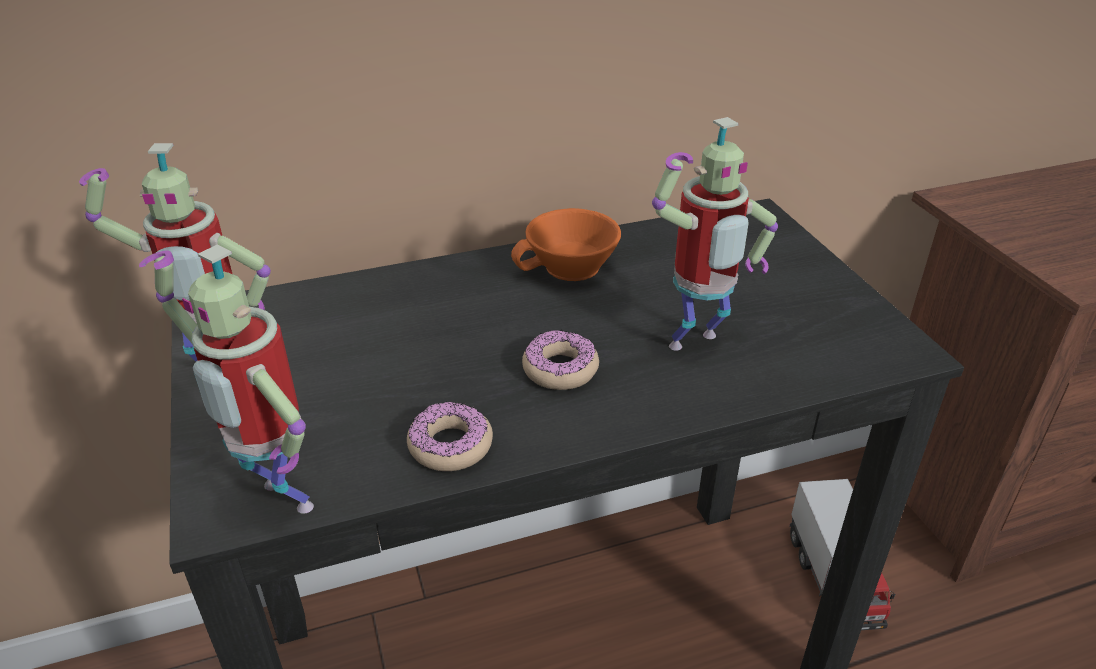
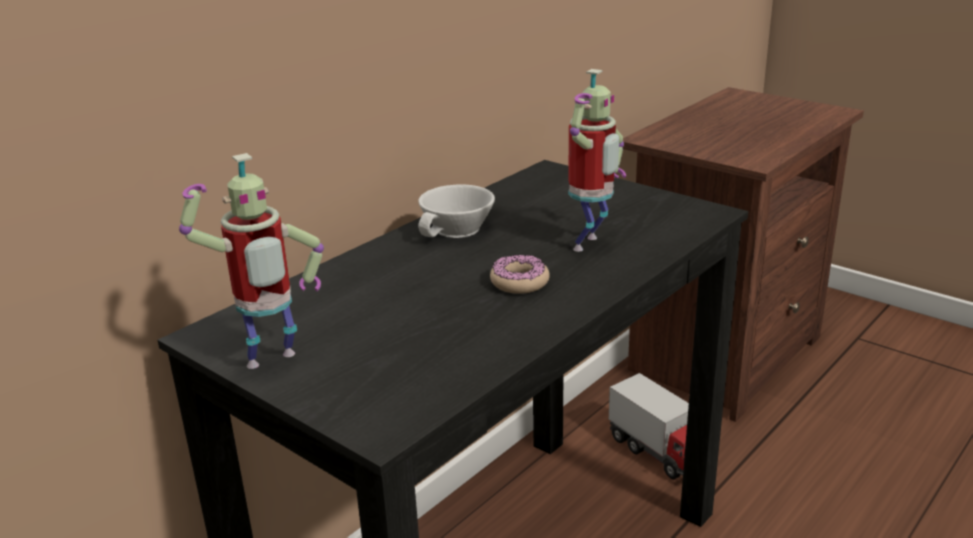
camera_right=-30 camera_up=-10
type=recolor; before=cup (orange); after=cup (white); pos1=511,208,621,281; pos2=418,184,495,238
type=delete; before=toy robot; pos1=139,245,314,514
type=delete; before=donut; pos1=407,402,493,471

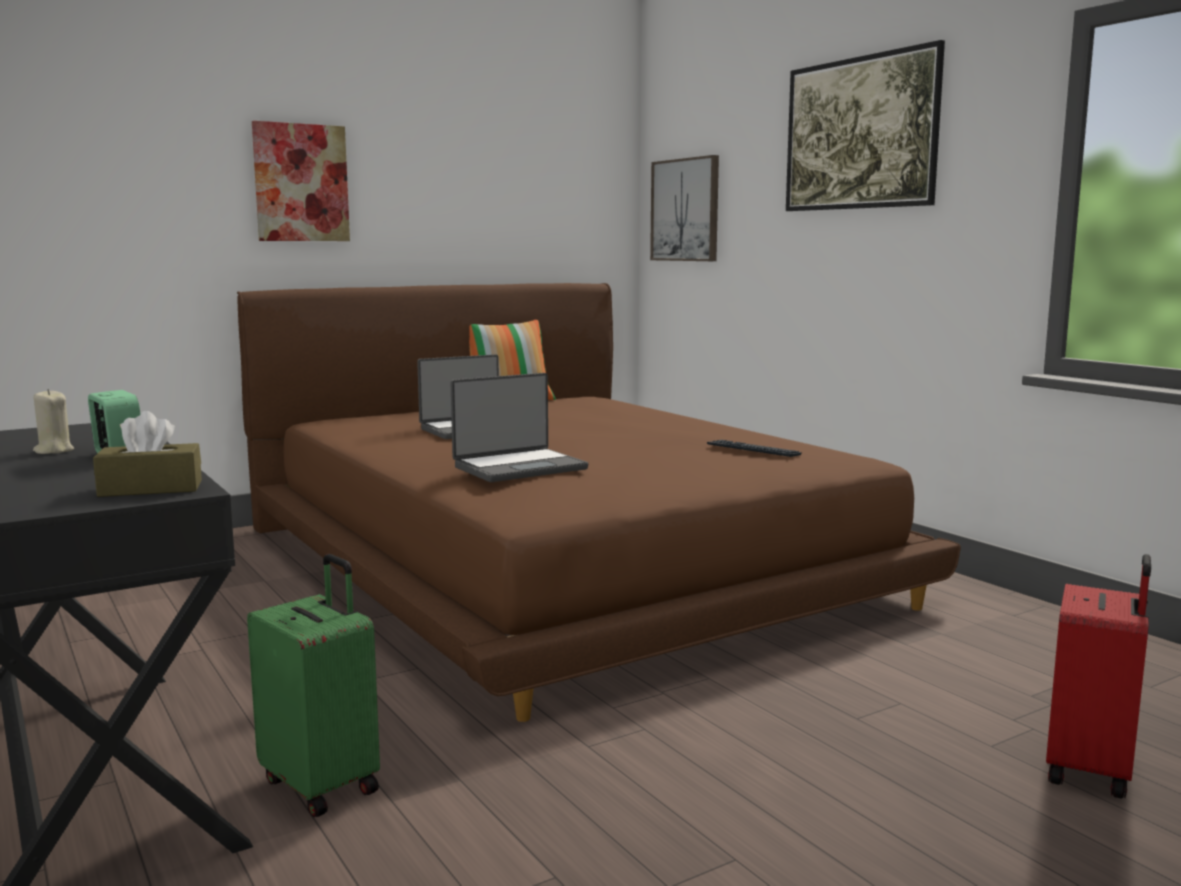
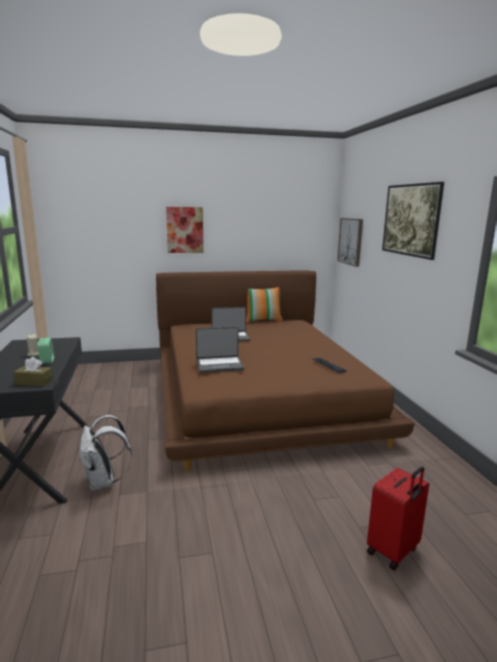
camera_right=20 camera_up=5
type=replace; before=suitcase (green); after=backpack (white); pos1=247,554,380,817; pos2=79,415,132,491

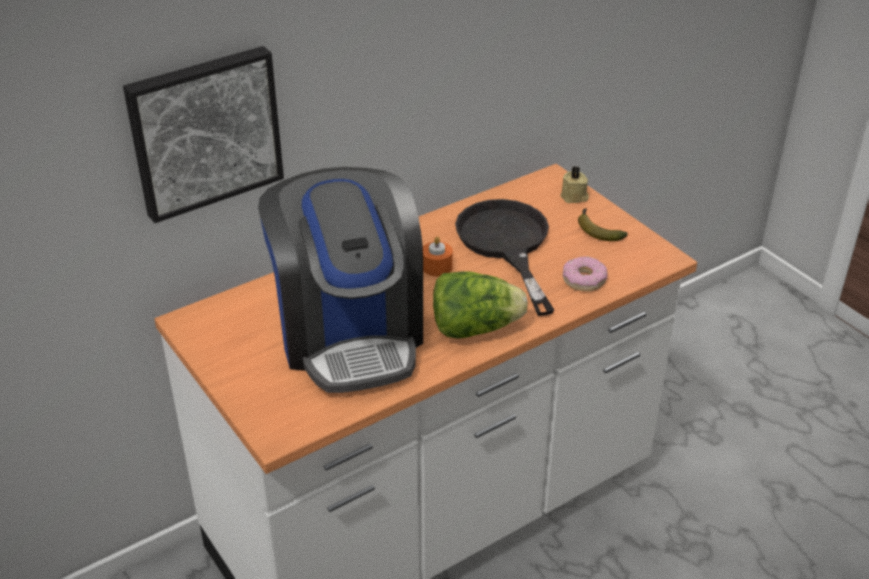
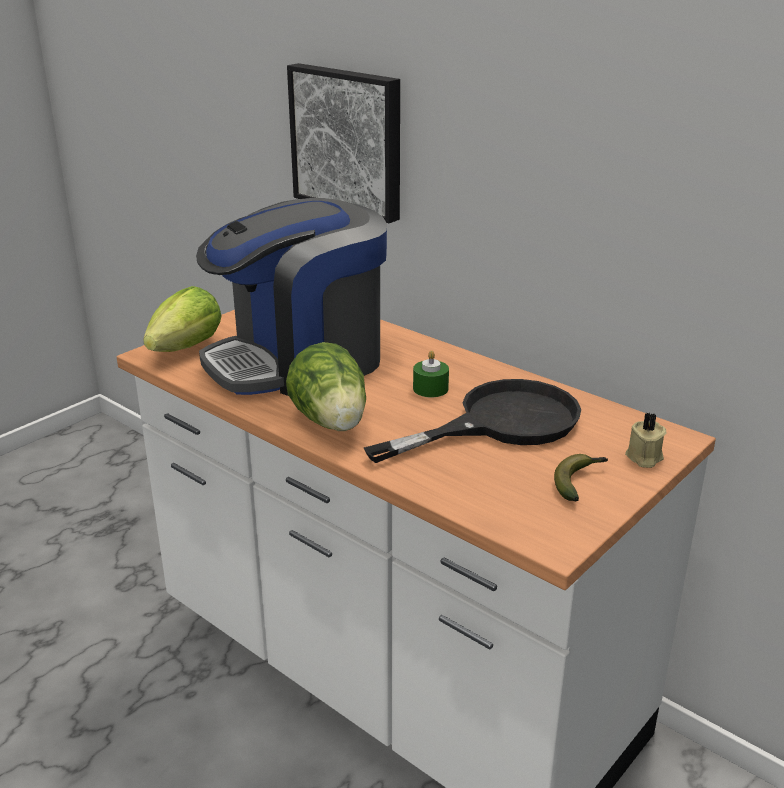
camera_right=75 camera_up=-10
type=recolor; before=candle (orange); after=candle (green); pos1=423,236,453,276; pos2=413,350,449,397
type=delete; before=donut; pos1=563,256,608,291
type=insert; after=lettuce; pos2=143,286,222,352

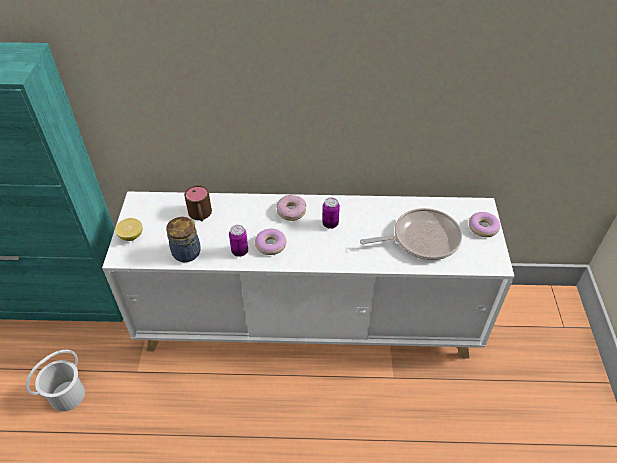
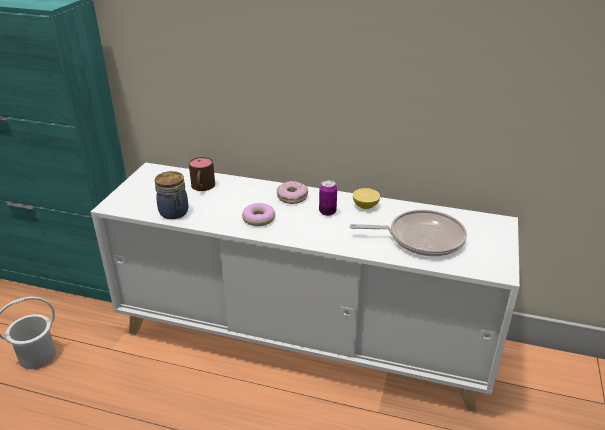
camera_right=15 camera_up=-15
type=delete; before=donut; pos1=469,212,500,237
type=move; before=lemon; pos1=115,218,143,241; pos2=353,188,380,209
type=delete; before=can; pos1=229,225,248,257

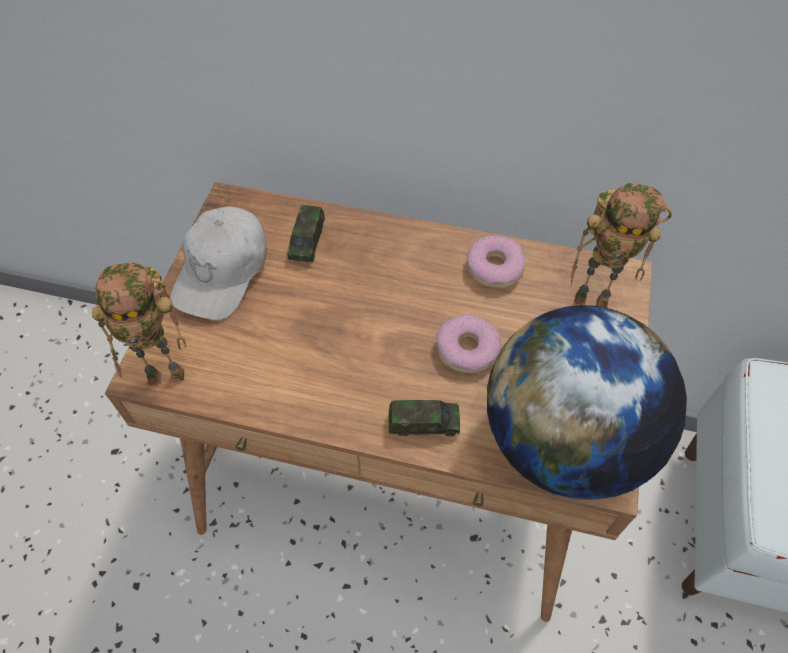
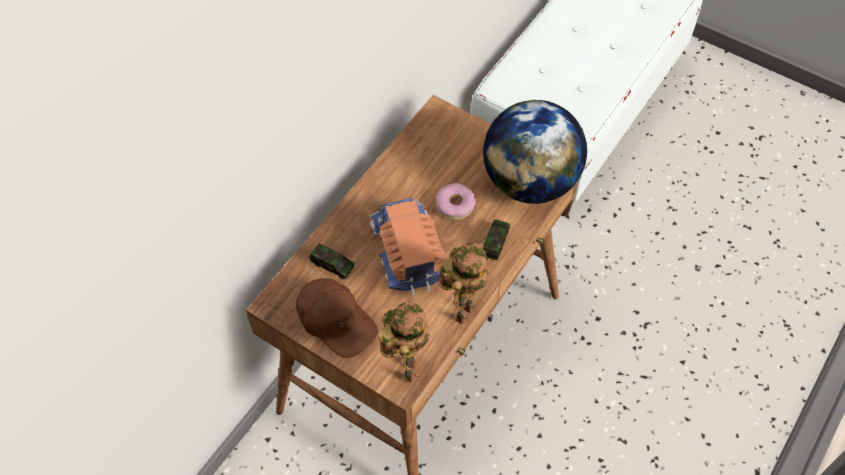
camera_right=-70 camera_up=0
type=move; before=toy robot; pos1=571,183,672,308; pos2=439,243,488,324
type=recolor; before=cap (white); after=cap (brown); pos1=170,206,267,320; pos2=296,278,378,358
type=delete; before=donut; pos1=467,235,526,289
type=insert; after=toy truck; pos2=369,198,445,296

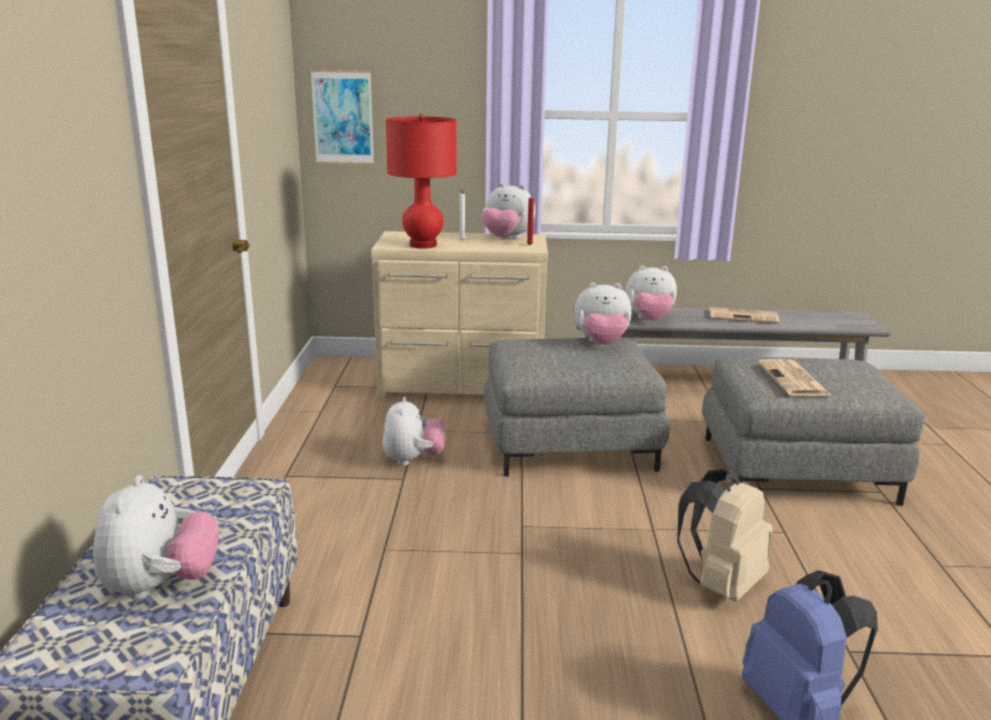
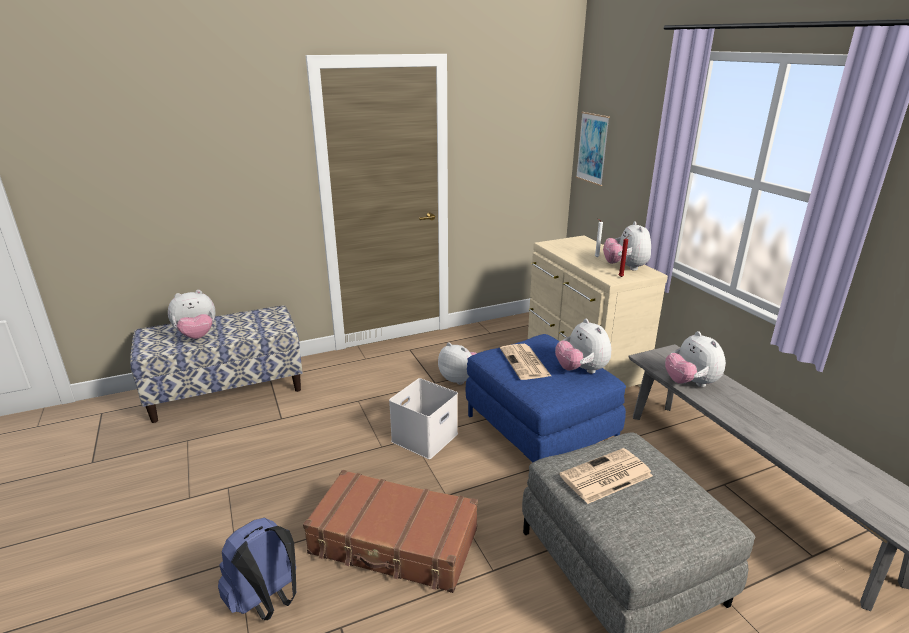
camera_right=65 camera_up=5
type=delete; before=table lamp (red); pos1=386,114,457,249
type=move; before=newspaper; pos1=709,307,779,323; pos2=500,344,551,380
type=recolor; before=ottoman (grey); after=ottoman (blue); pos1=484,338,670,477; pos2=466,334,626,462
type=rotate; before=plush toy; pos1=382,397,445,466; pos2=438,342,477,385; turn=-120
type=replace; before=backpack (beige); after=suitcase (brown); pos1=677,469,773,601; pos2=303,470,478,593
type=insert; after=storage box (white); pos2=389,378,458,459

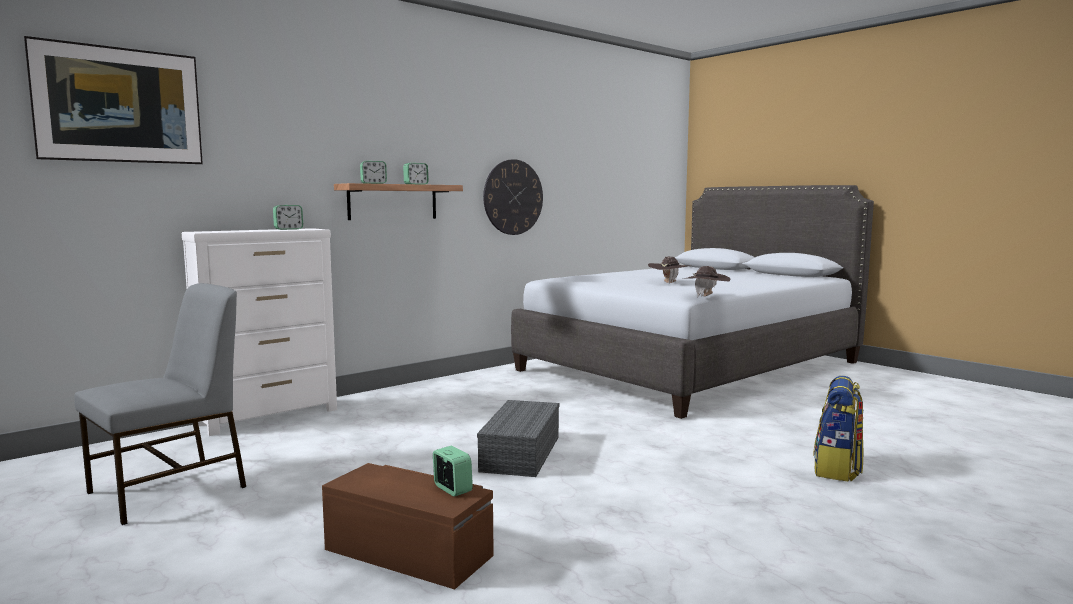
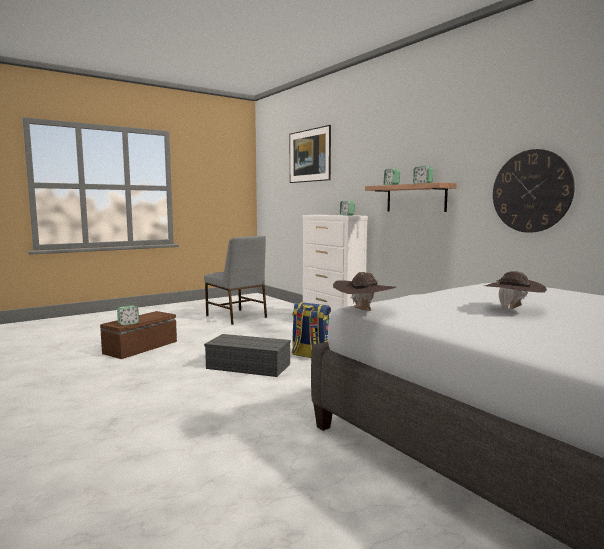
camera_right=95 camera_up=0
type=move; before=backpack; pos1=813,376,864,482; pos2=292,302,331,358

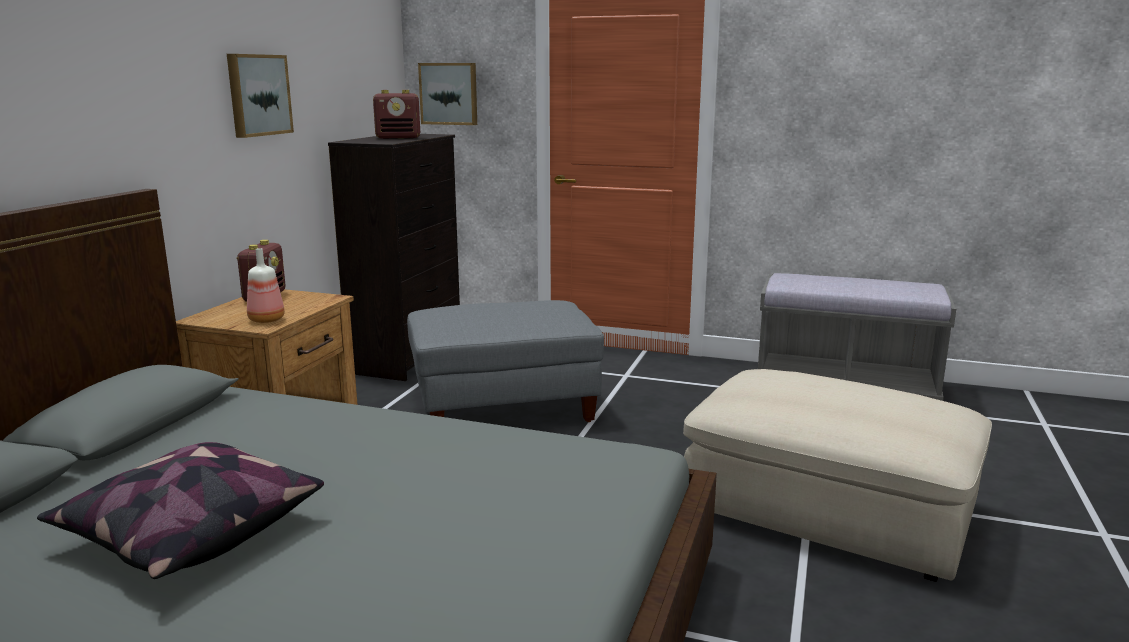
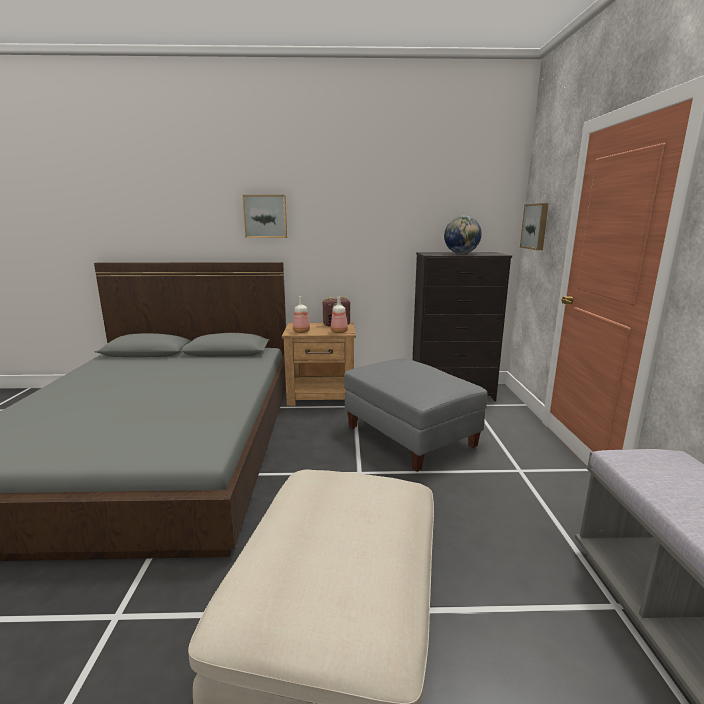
camera_right=70 camera_up=0
type=move; before=picture; pos1=227,54,294,138; pos2=243,195,287,238
type=replace; before=radio; after=globe; pos1=373,90,420,139; pos2=444,216,482,254
type=delete; before=pillow; pos1=37,442,324,579
type=insert; after=bottle; pos2=331,297,348,333

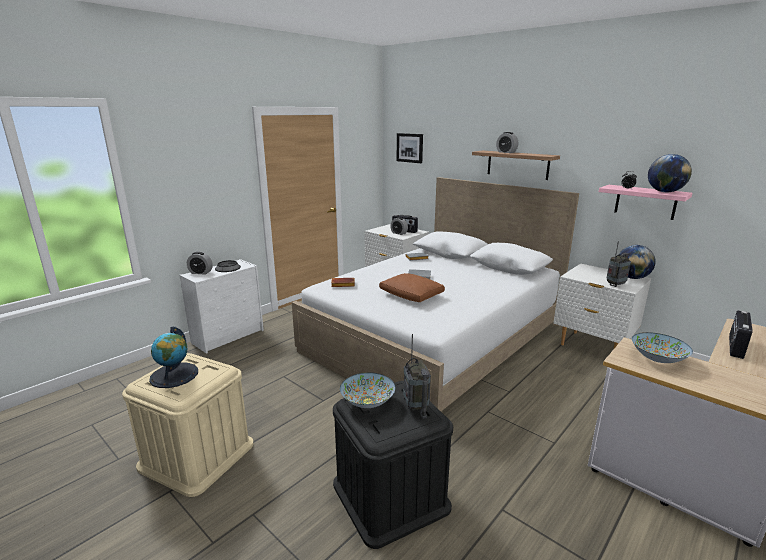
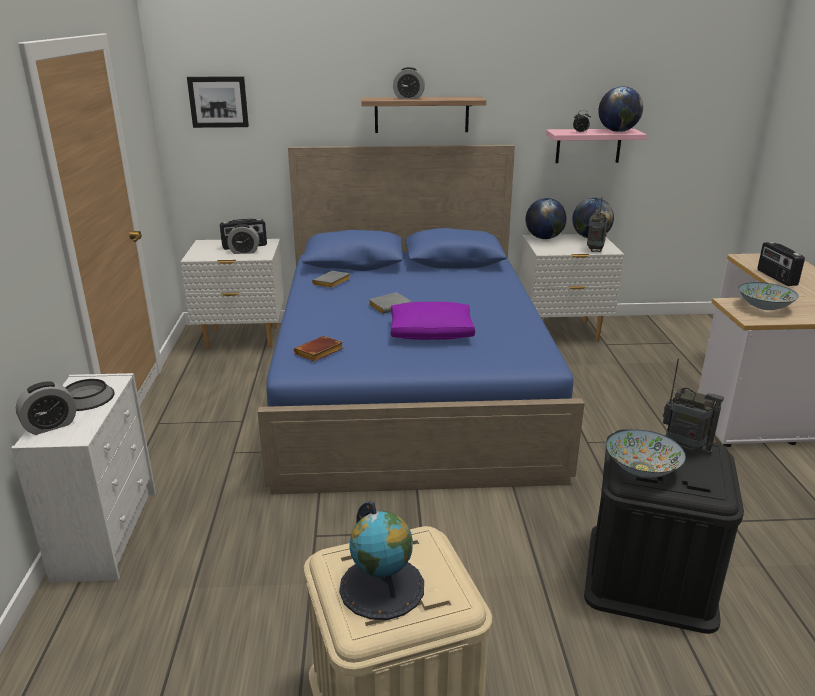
camera_right=-45 camera_up=5
type=recolor; before=bed (white); after=bed (blue); pos1=292,177,579,411; pos2=258,145,584,494
type=recolor; before=pillow (brown); after=pillow (purple); pos1=379,273,445,302; pos2=391,302,475,340
type=insert; after=globe; pos2=526,198,567,239

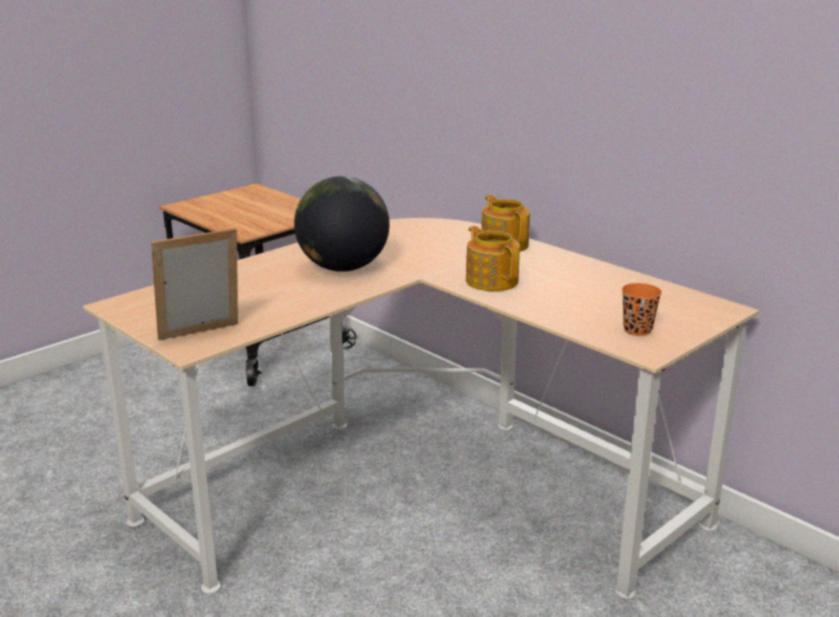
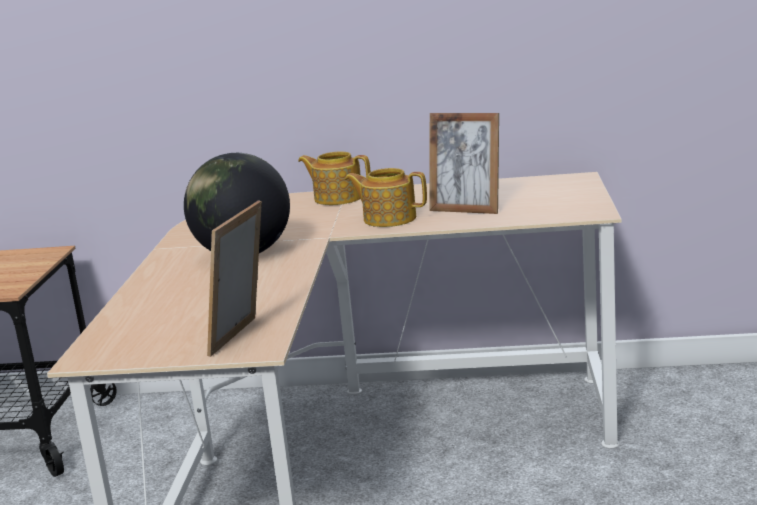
camera_right=-40 camera_up=-5
type=delete; before=cup (orange); pos1=622,283,662,336
type=insert; after=picture frame; pos2=429,113,499,214

